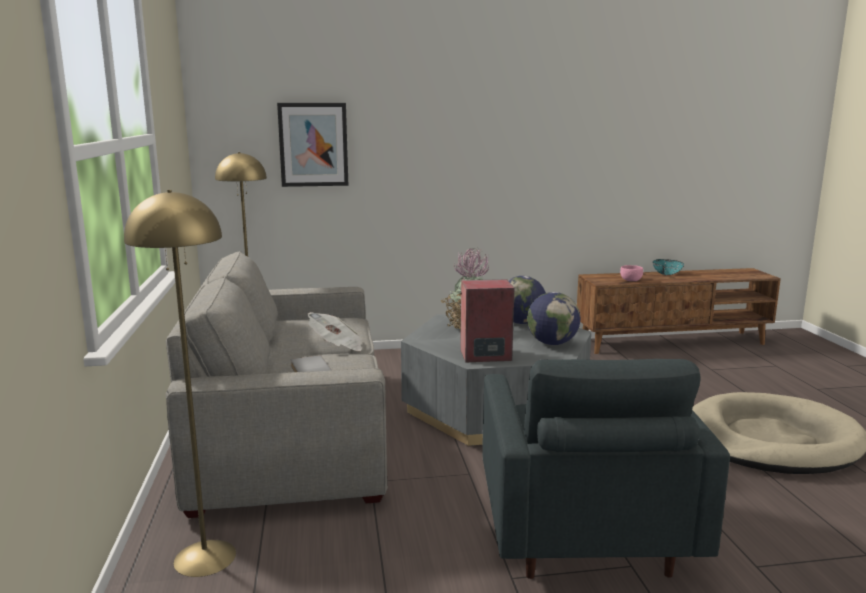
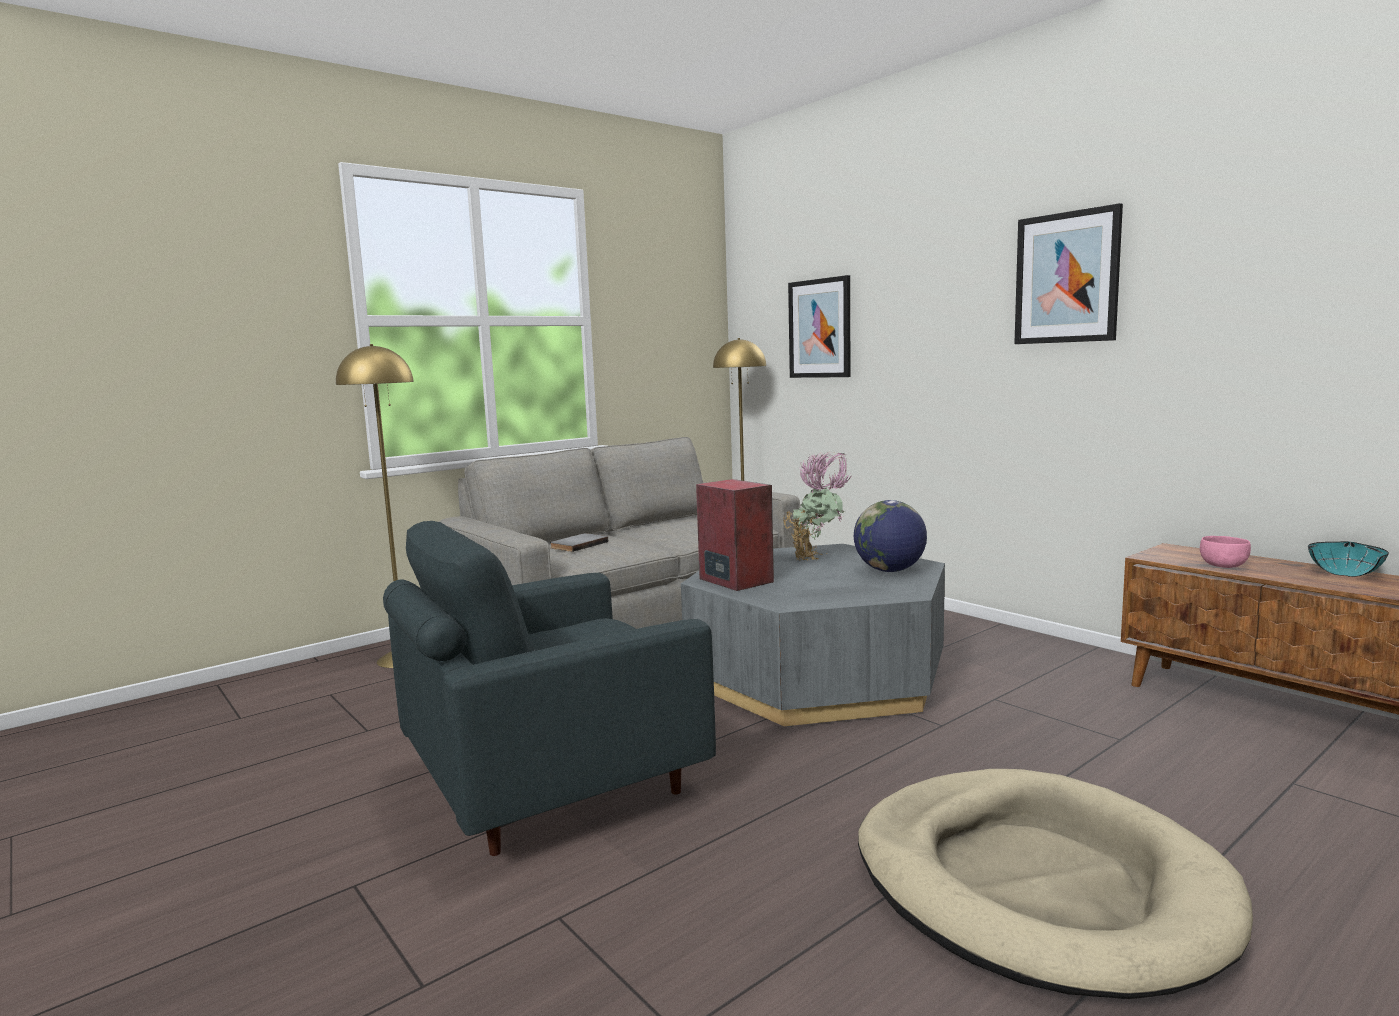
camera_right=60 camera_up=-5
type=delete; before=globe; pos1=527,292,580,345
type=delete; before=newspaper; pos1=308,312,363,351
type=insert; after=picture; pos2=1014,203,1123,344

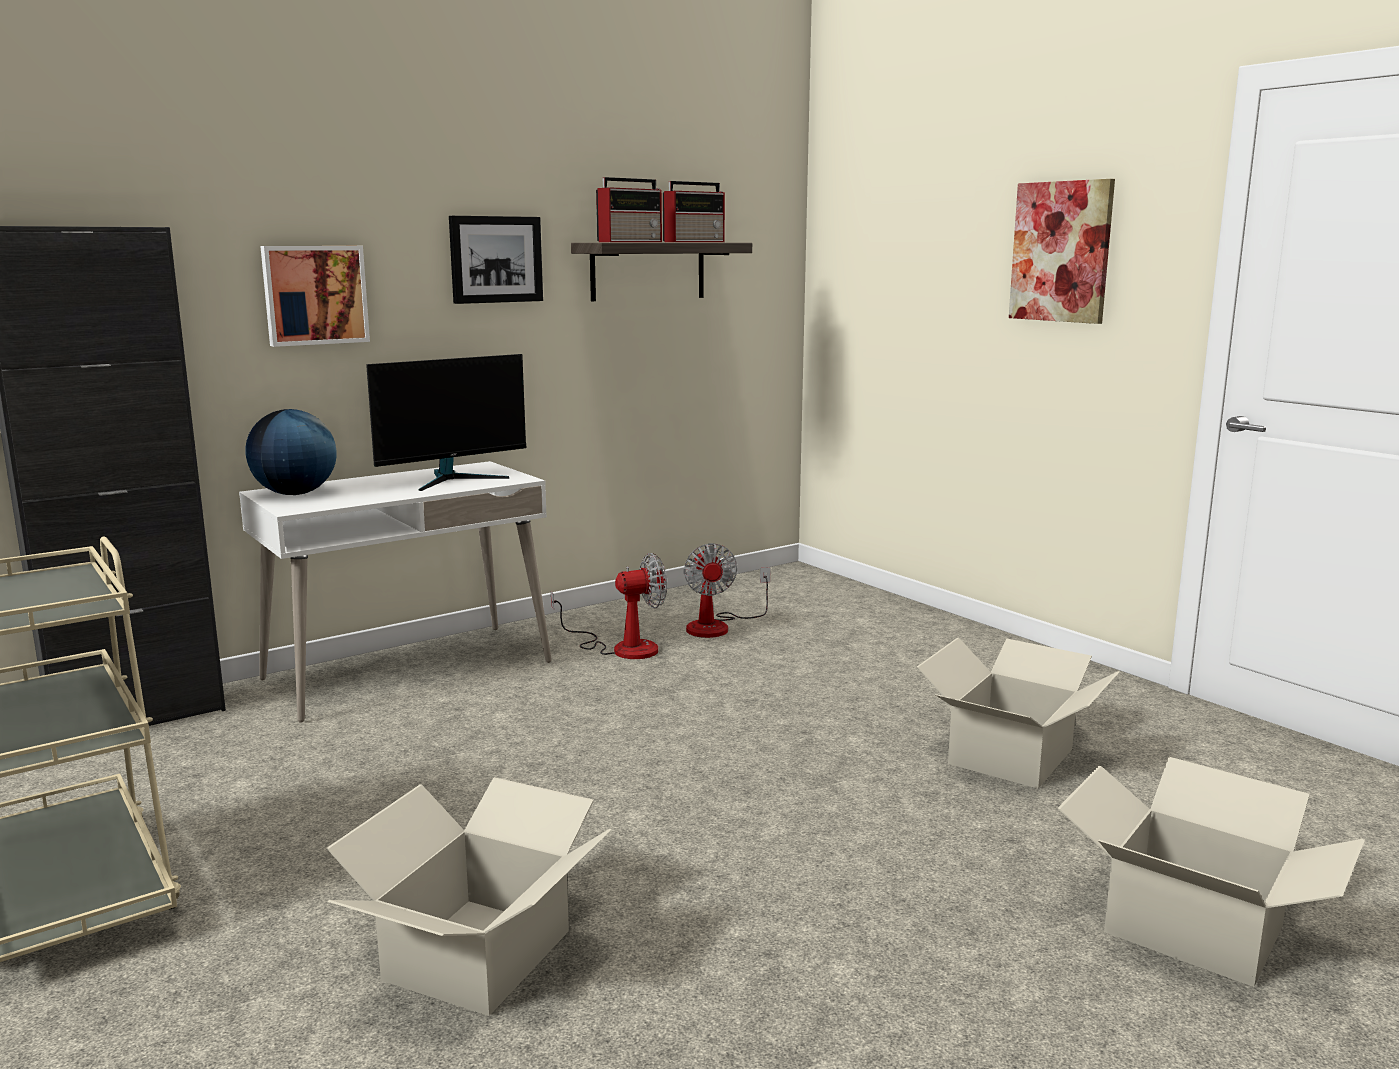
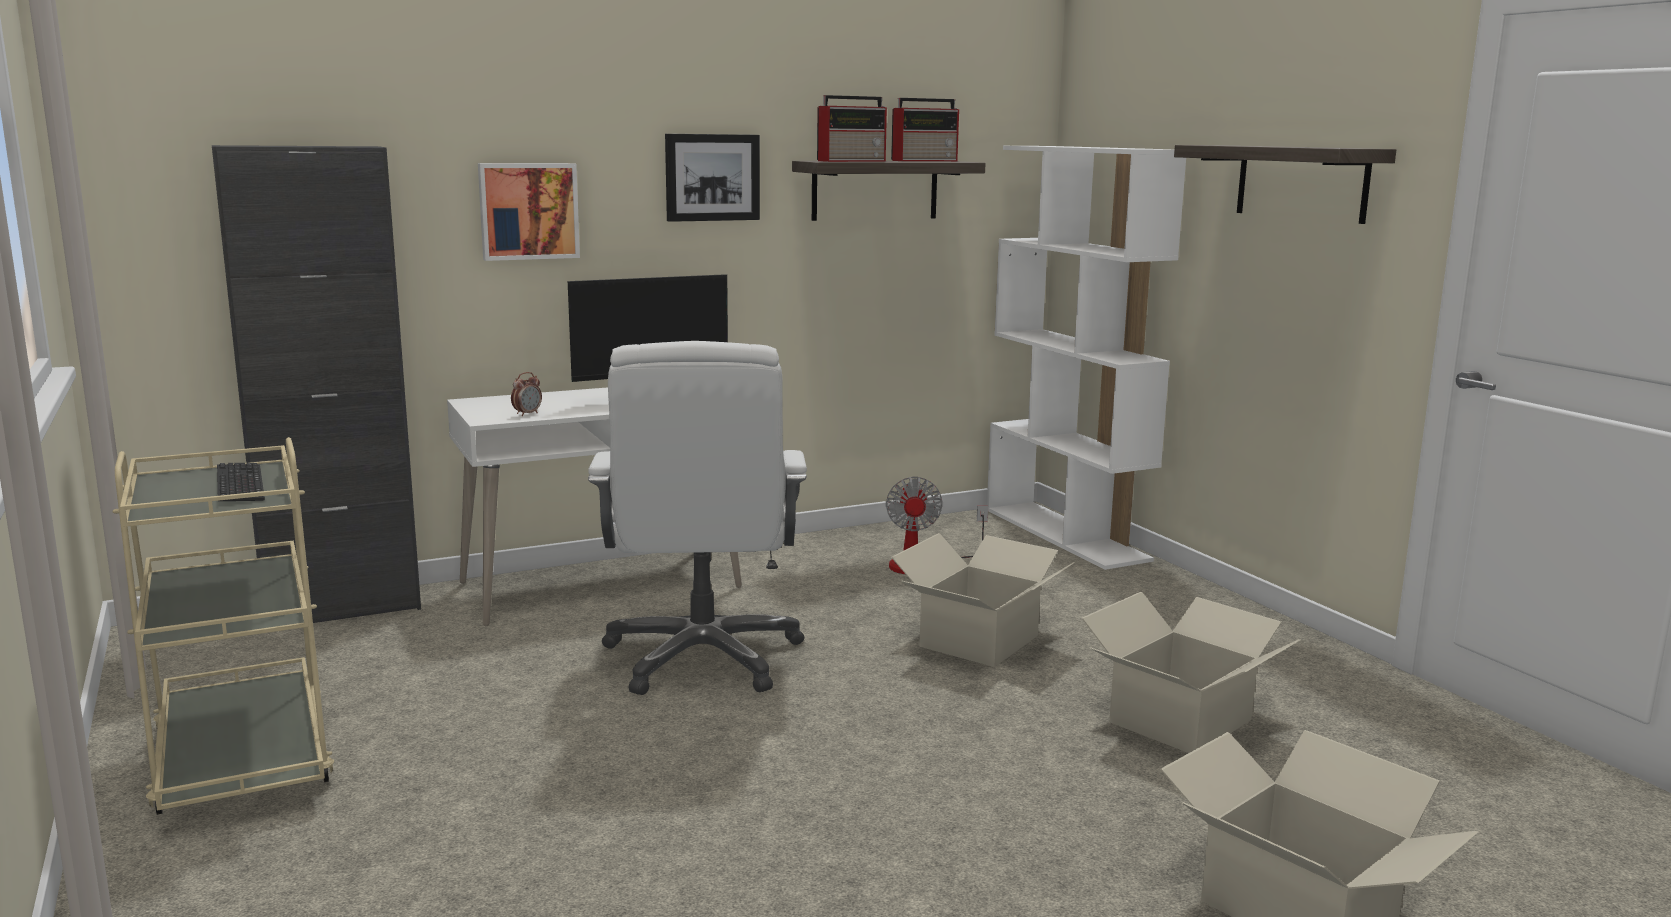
camera_right=10 camera_up=0
type=replace; before=picture; after=shelf; pos1=1009,179,1115,324; pos2=1174,145,1396,224
type=delete; before=globe; pos1=245,409,337,495
type=delete; before=fan; pos1=551,553,667,659
type=move; before=cardboard box; pos1=327,777,612,1016; pos2=891,533,1075,667
type=insert; after=bookcase (white); pos2=987,146,1186,570
type=insert; after=office chair (white); pos2=588,341,807,695
type=insert; after=alarm clock; pos2=511,372,542,416
type=insert; after=keyboard; pos2=217,463,265,501

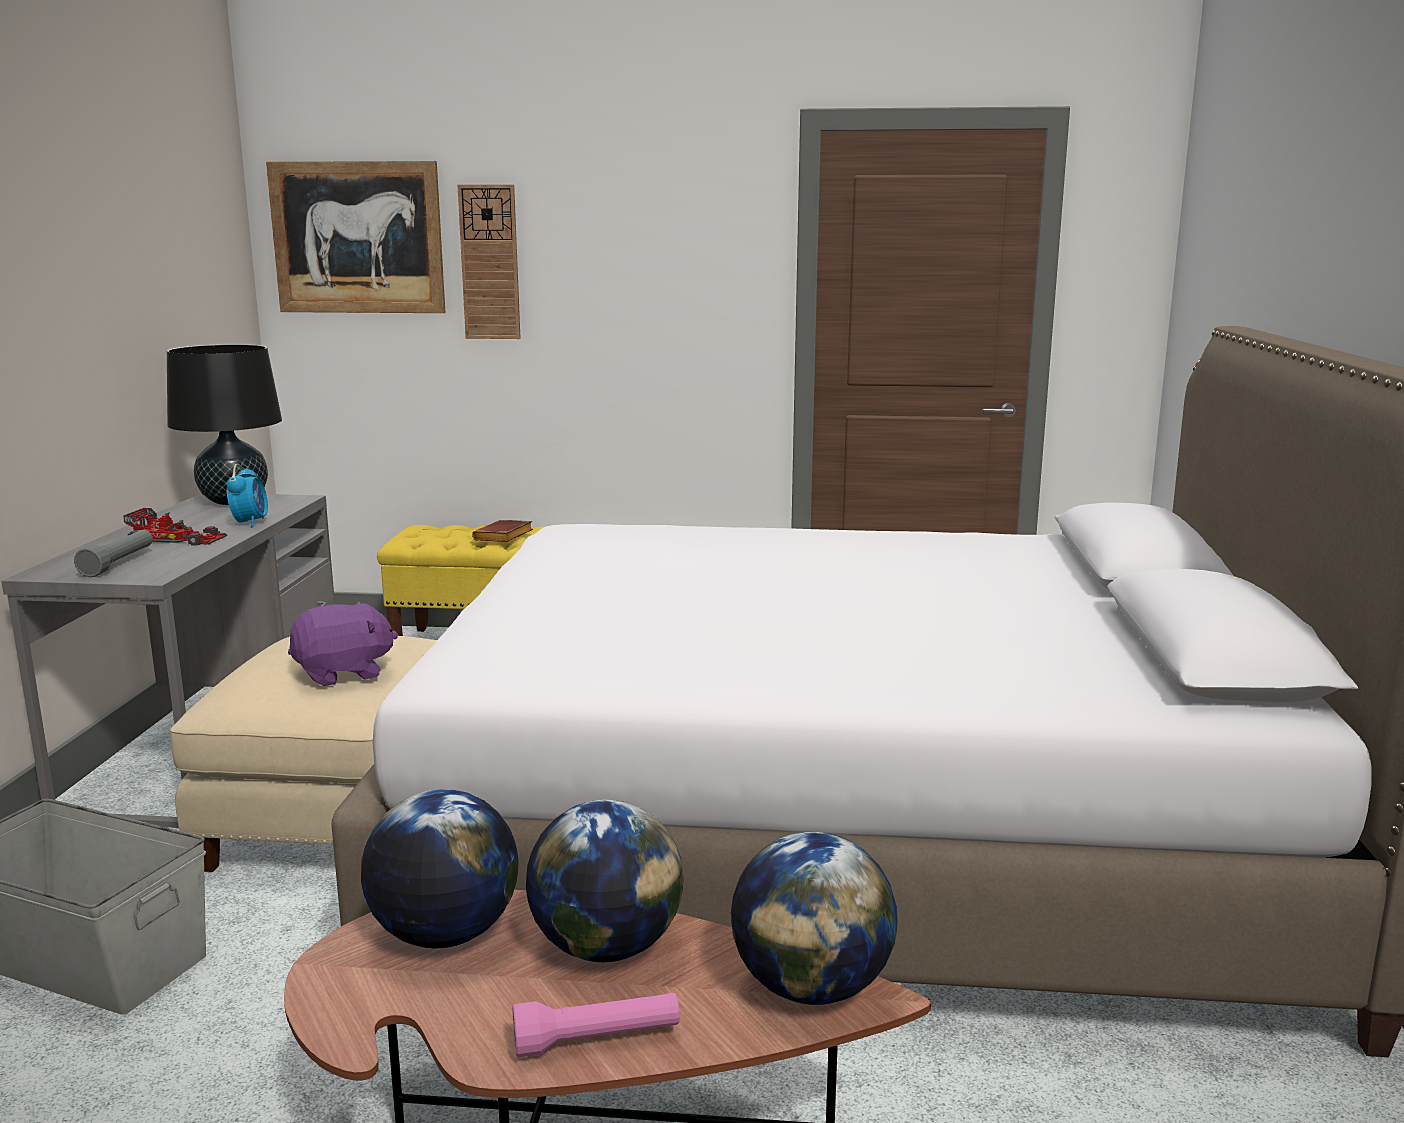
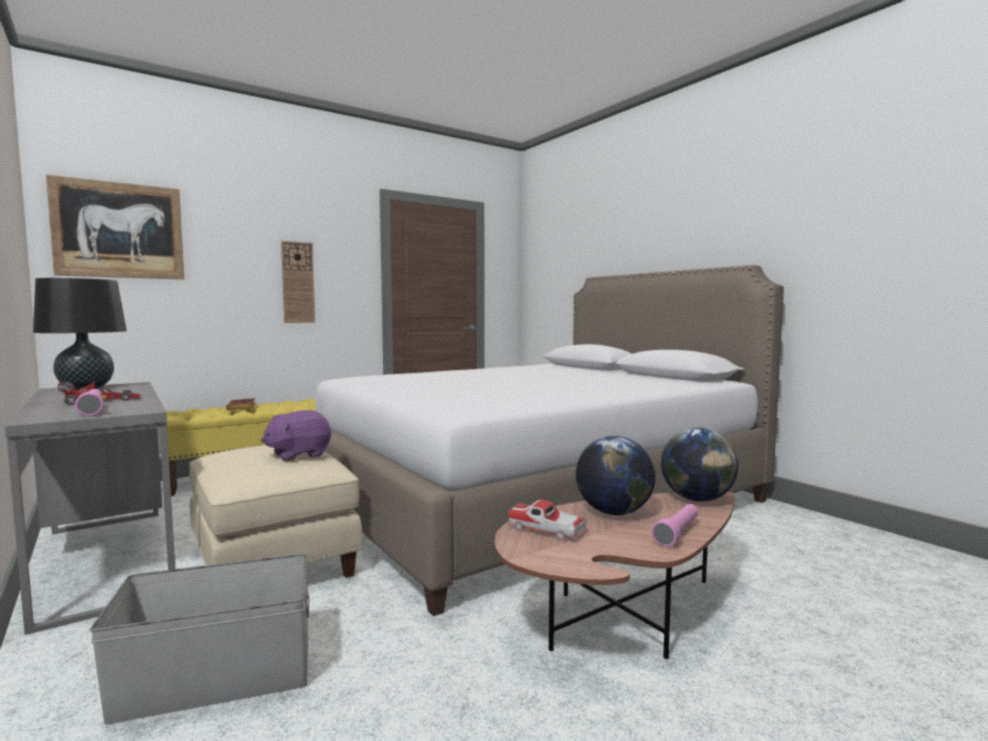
camera_right=-40 camera_up=-10
type=move; before=wall clock; pos1=457,184,521,339; pos2=281,241,315,323
type=delete; before=alarm clock; pos1=227,464,268,527
type=recolor; before=flashlight (grey); after=flashlight (pink); pos1=74,530,153,577; pos2=75,389,104,416
type=rotate; before=plush toy (purple); pos1=288,602,398,686; pos2=260,410,331,462; turn=-150
type=replace; before=globe; after=toy car; pos1=361,789,519,948; pos2=508,500,587,541

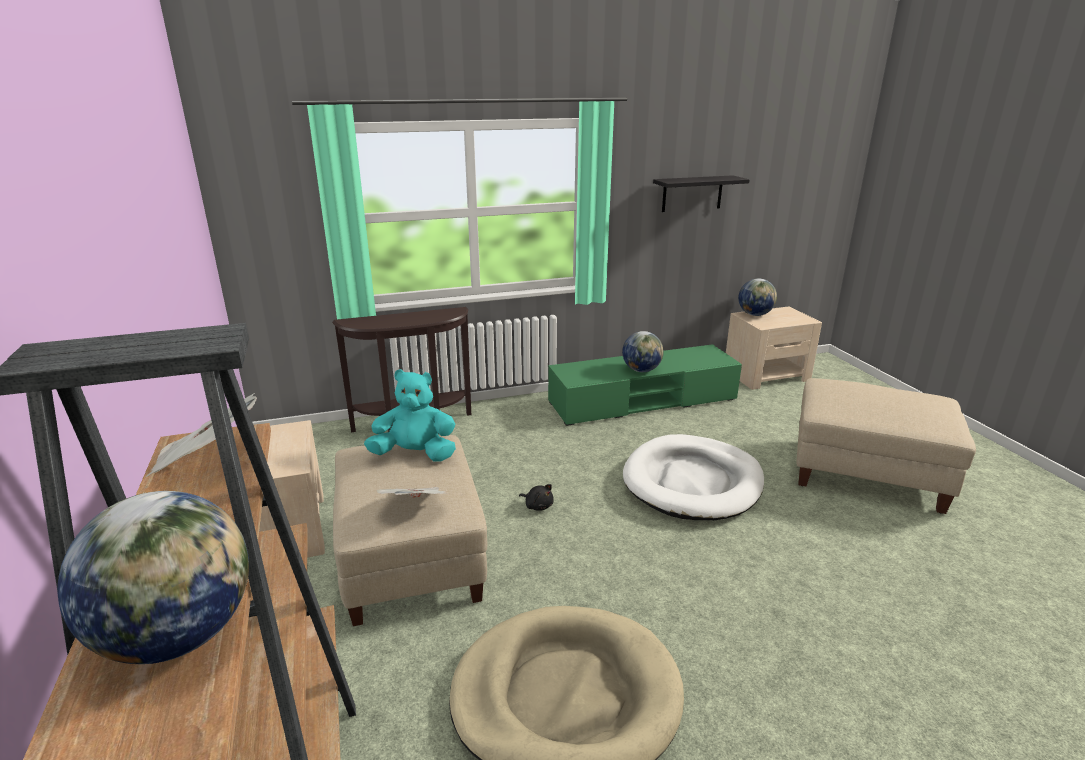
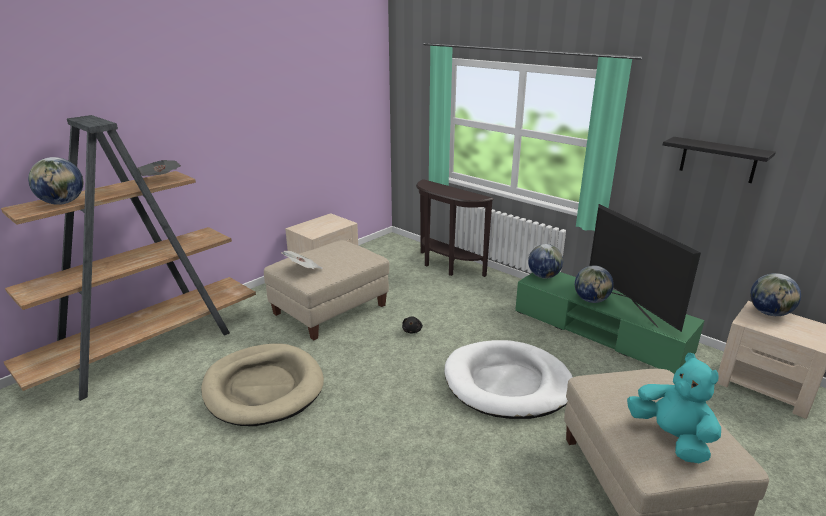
camera_right=60 camera_up=0
type=move; before=plush toy (turquoise); pos1=364,369,456,462; pos2=627,353,721,464
type=insert; after=television; pos2=589,204,701,332
type=insert; after=globe; pos2=528,244,563,279

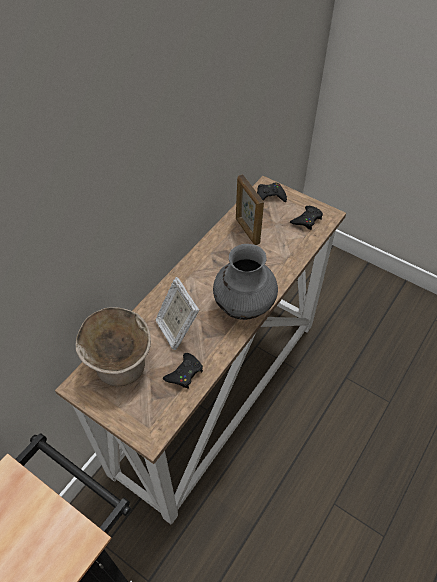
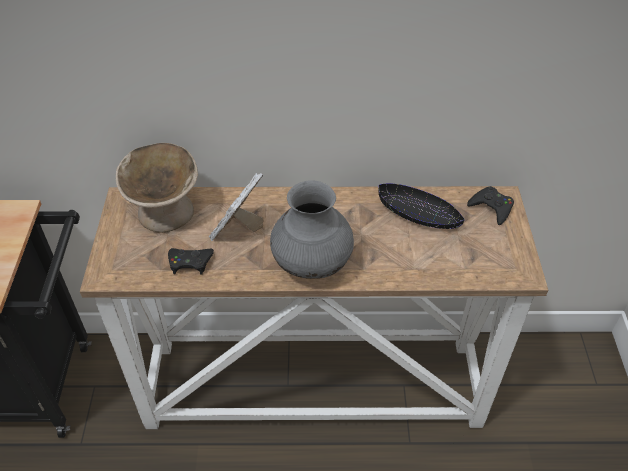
camera_right=55 camera_up=-5
type=replace; before=picture frame; after=bowl (black); pos1=236,175,264,245; pos2=378,183,465,229
type=delete; before=game controller (black); pos1=290,206,323,230

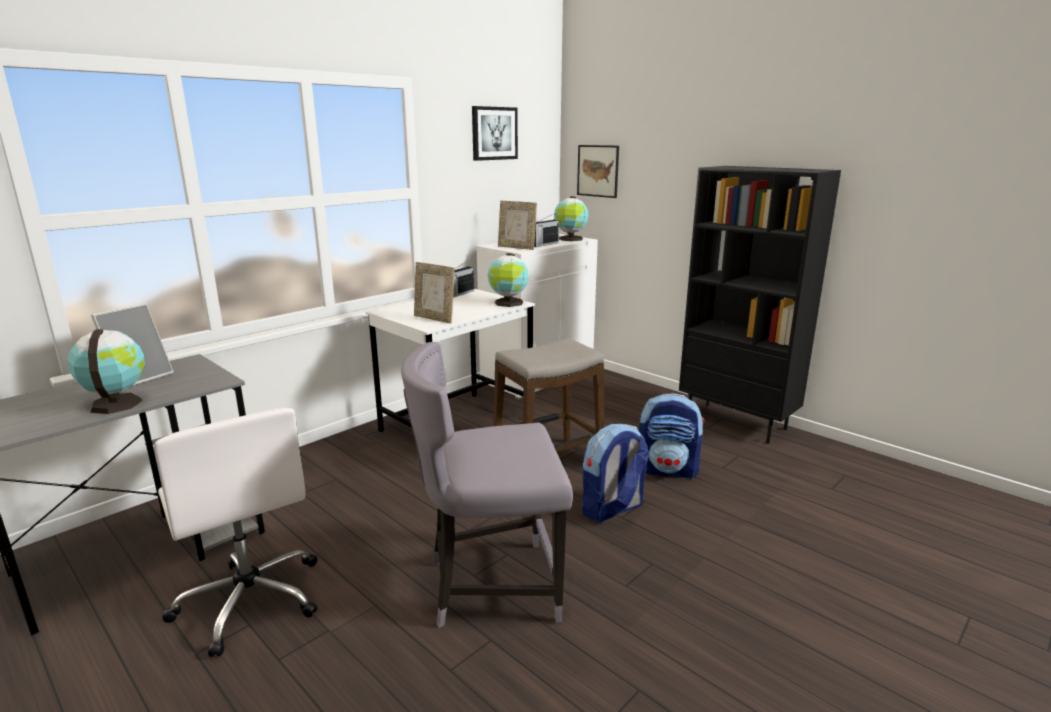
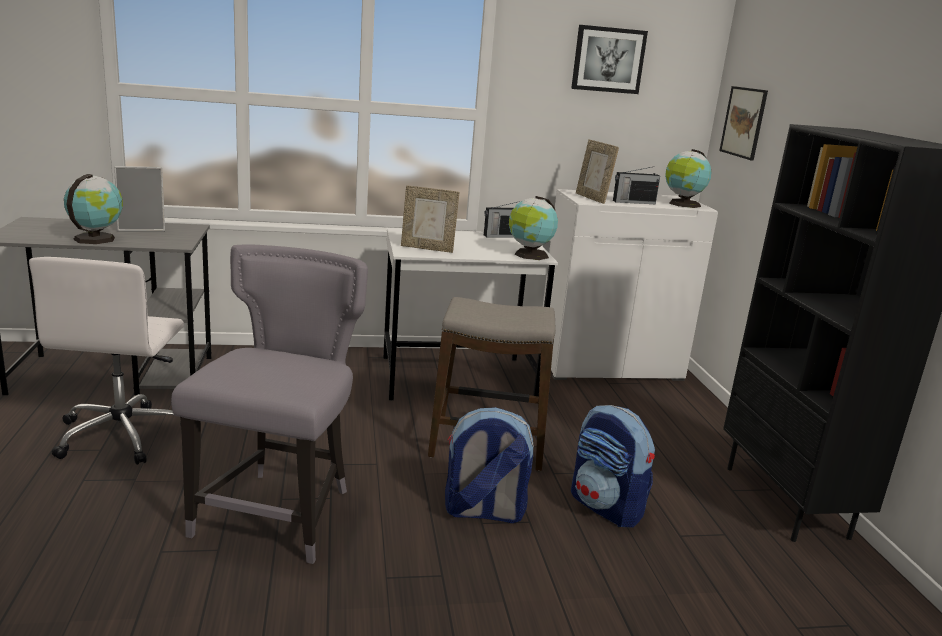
camera_right=35 camera_up=0
type=rotate; before=picture frame; pos1=414,262,454,324; pos2=401,185,459,253; turn=-60
type=rotate; before=chair (grey); pos1=401,342,573,628; pos2=171,244,368,564; turn=75

